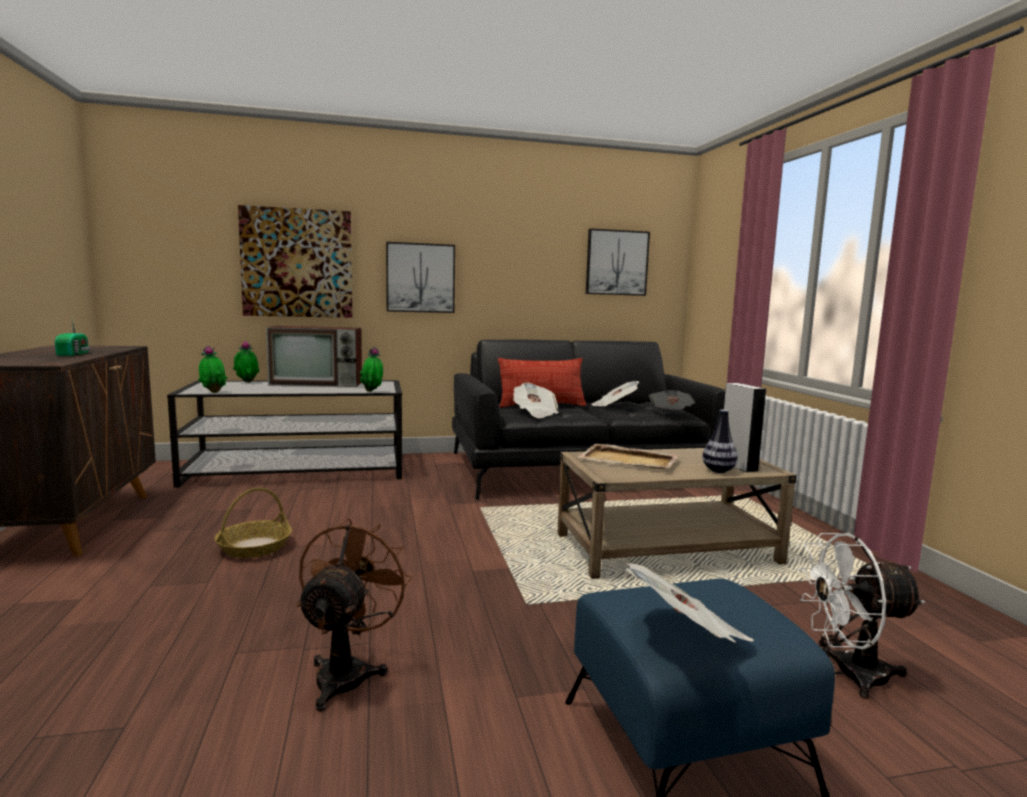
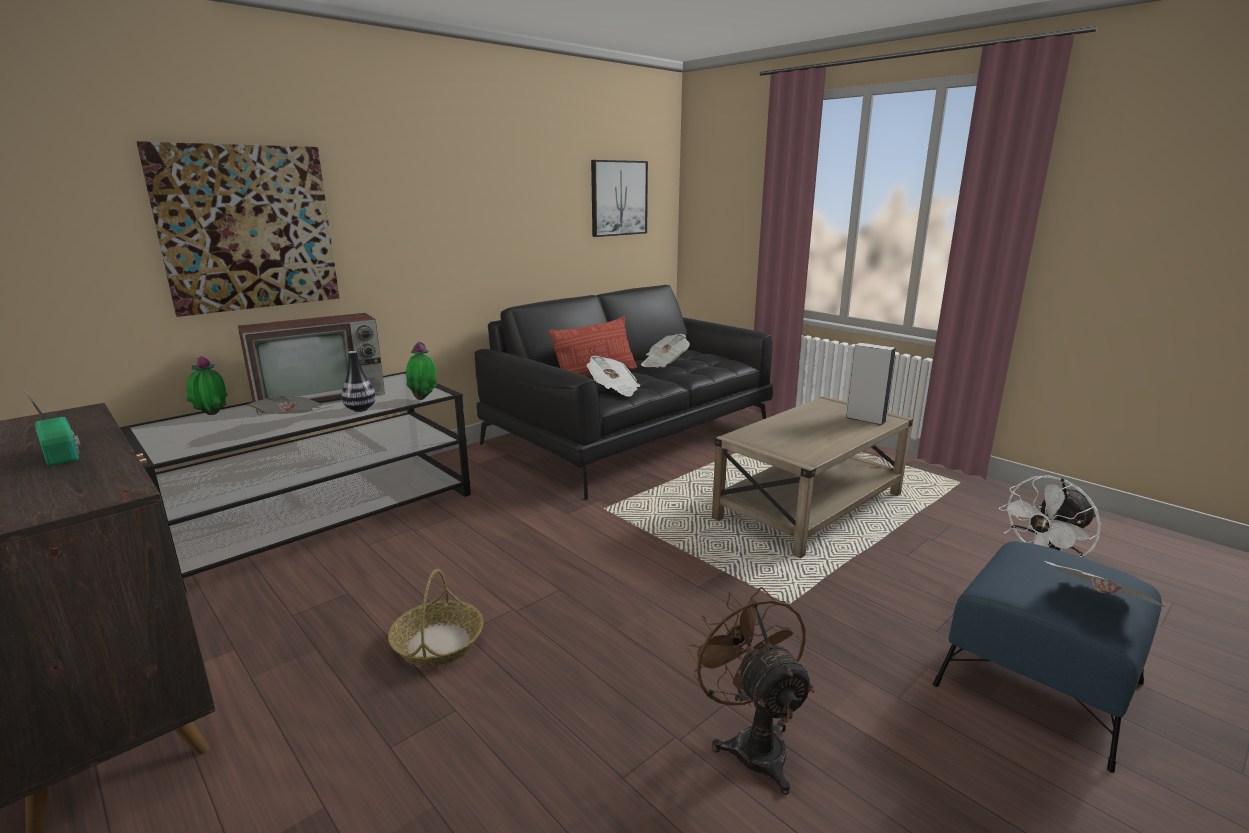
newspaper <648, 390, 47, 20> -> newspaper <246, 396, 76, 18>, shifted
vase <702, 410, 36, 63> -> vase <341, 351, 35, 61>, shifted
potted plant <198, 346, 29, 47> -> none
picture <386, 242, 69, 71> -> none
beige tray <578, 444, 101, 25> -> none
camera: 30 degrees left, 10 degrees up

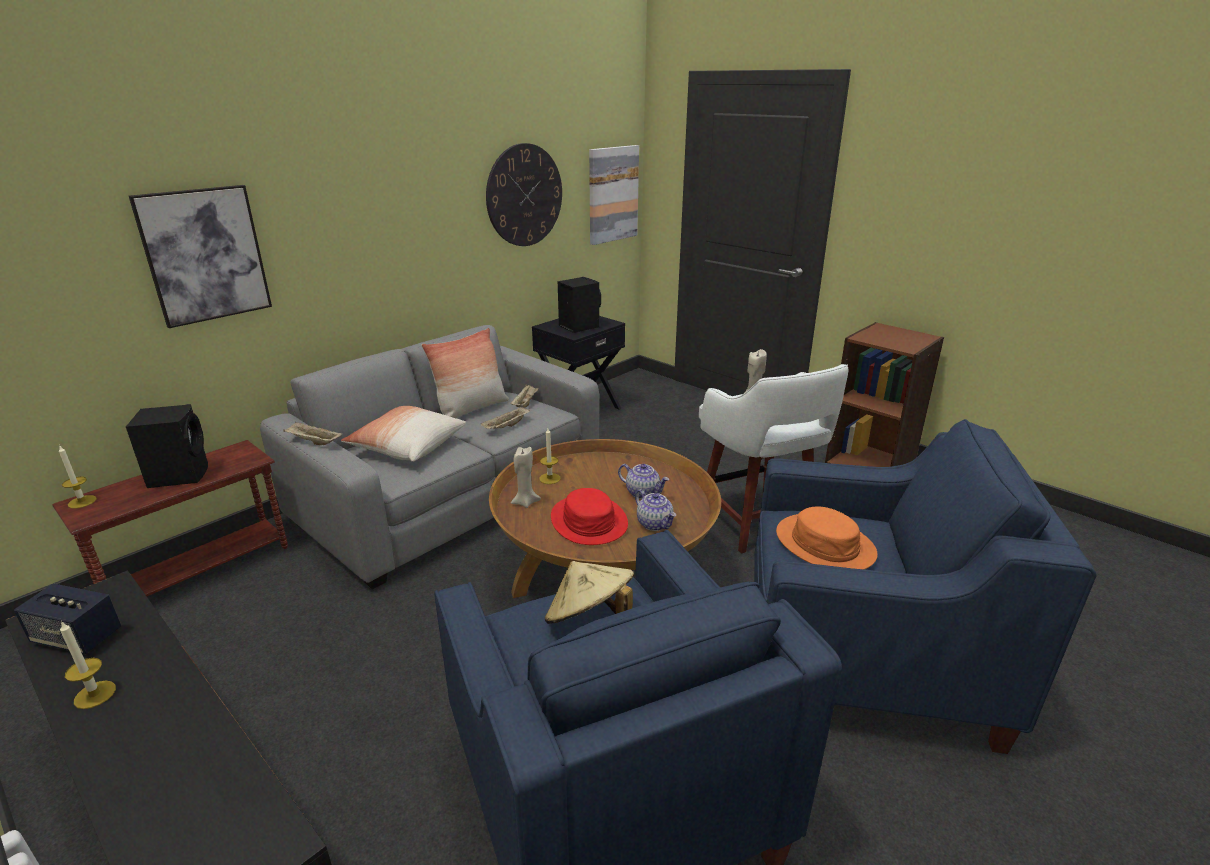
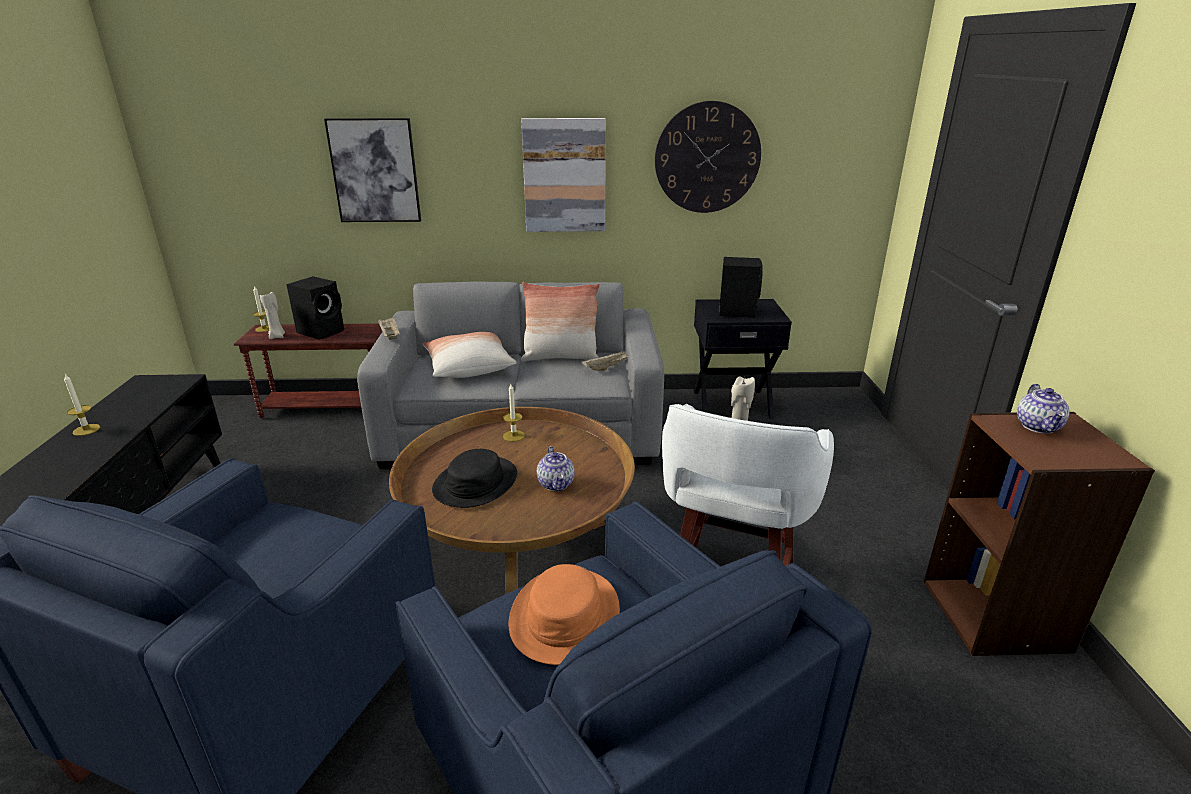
beige candle <511, 447, 30, 61> -> beige candle <260, 292, 25, 47>, shifted
red hat <551, 488, 77, 57> -> black hat <432, 449, 85, 59>
picture <589, 145, 50, 100> -> picture <521, 118, 85, 114>, shifted
teapot <635, 489, 41, 42> -> teapot <1017, 384, 52, 50>, shifted
speaker <14, 584, 107, 70> -> none
beige tray <481, 406, 49, 23> -> none
beige hat <545, 561, 89, 63> -> none
camera: 45 degrees right, 0 degrees up

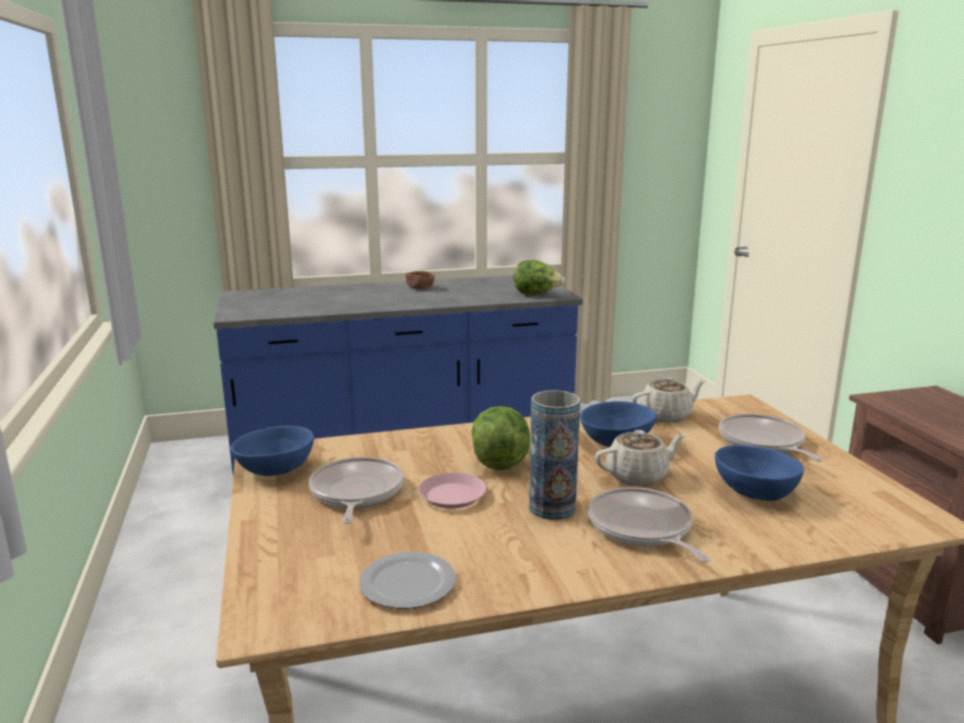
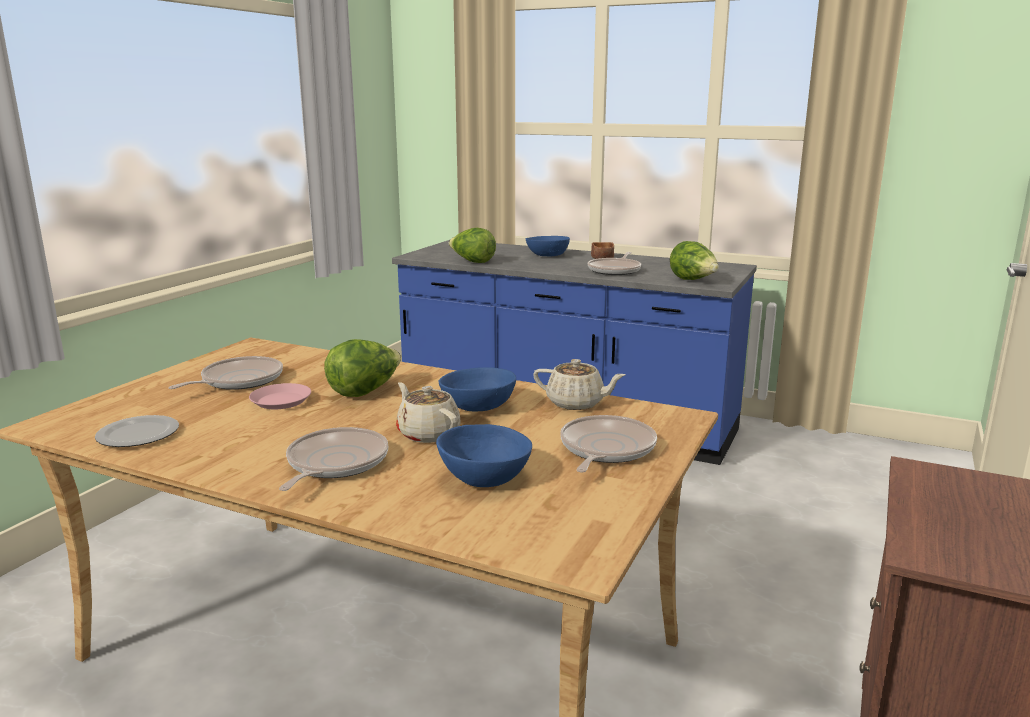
beige teapot <595, 430, 91, 56> -> beige teapot <396, 382, 65, 61>, 150 degrees counterclockwise
none -> lettuce <449, 228, 47, 35>
blue bowl <231, 426, 83, 50> -> blue bowl <526, 236, 44, 20>, shifted
none -> frying pan <588, 252, 53, 23>
vase <529, 390, 51, 130> -> none
camera: 40 degrees right, 0 degrees up

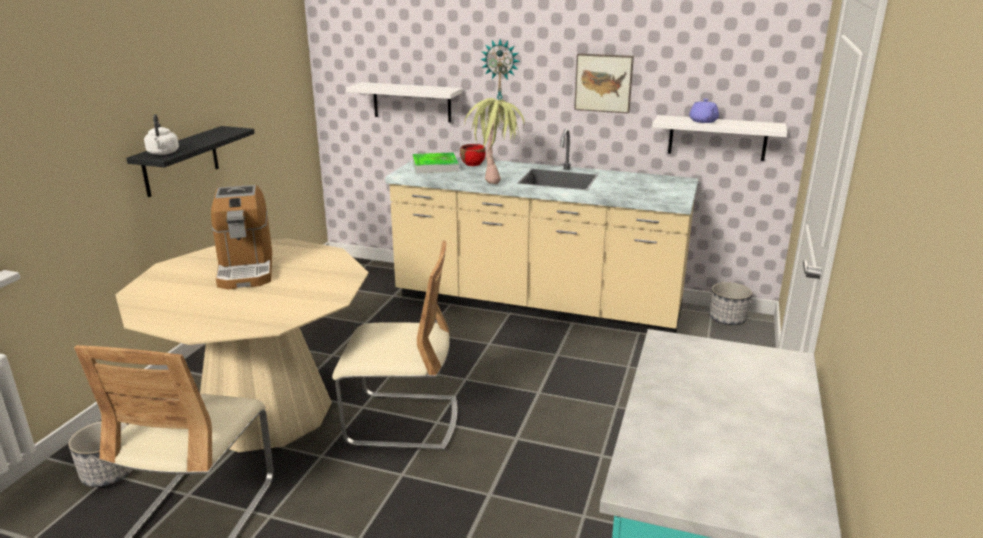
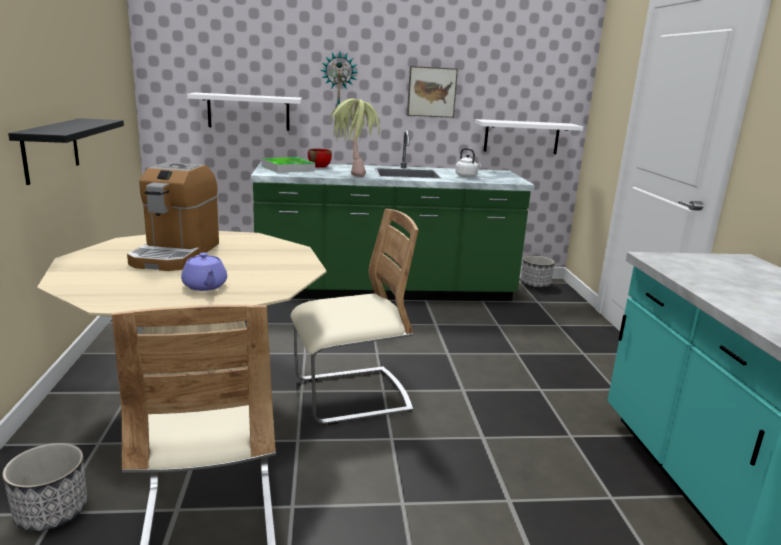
coffee machine <211, 185, 61, 104> -> coffee machine <127, 162, 92, 109>, 45 degrees clockwise
purple teapot <689, 98, 30, 25> -> purple teapot <181, 253, 46, 38>, shifted
beige counter <385, 129, 314, 204> -> green counter <251, 130, 284, 171>
white kettle <144, 114, 35, 41> -> white kettle <455, 148, 26, 29>, shifted
camera: 25 degrees left, 5 degrees down

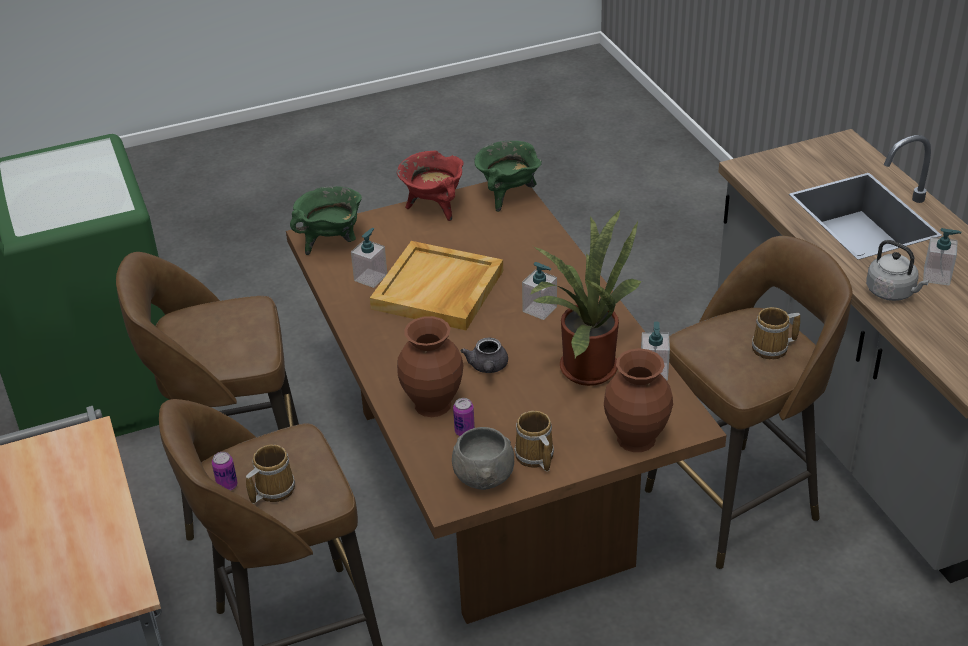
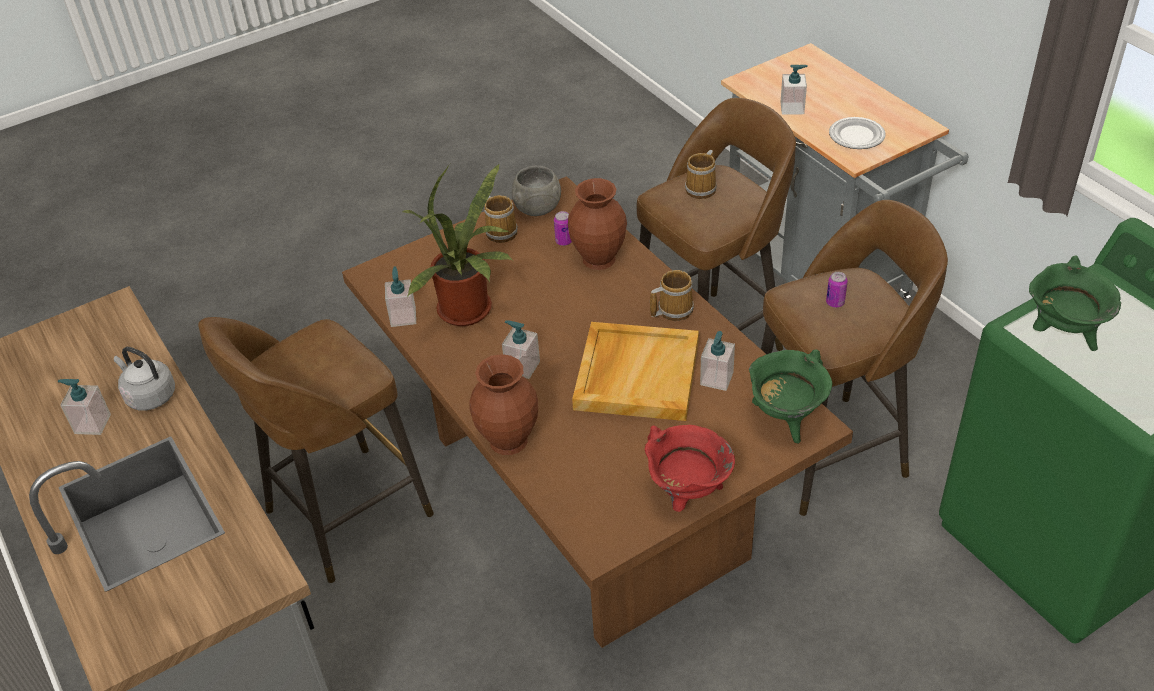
brown vase <604, 348, 69, 104> -> brown vase <470, 354, 68, 101>, shifted
mug <752, 307, 48, 53> -> mug <650, 270, 44, 51>, shifted
none -> soap dispenser <780, 65, 28, 50>
can <212, 452, 26, 39> -> can <826, 272, 22, 36>, shifted
none -> plate <829, 117, 56, 32>
green cooking pot <474, 141, 68, 71> -> green cooking pot <1029, 255, 92, 96>, shifted
grey teapot <461, 338, 47, 35> -> none
camera: 170 degrees right, 5 degrees up

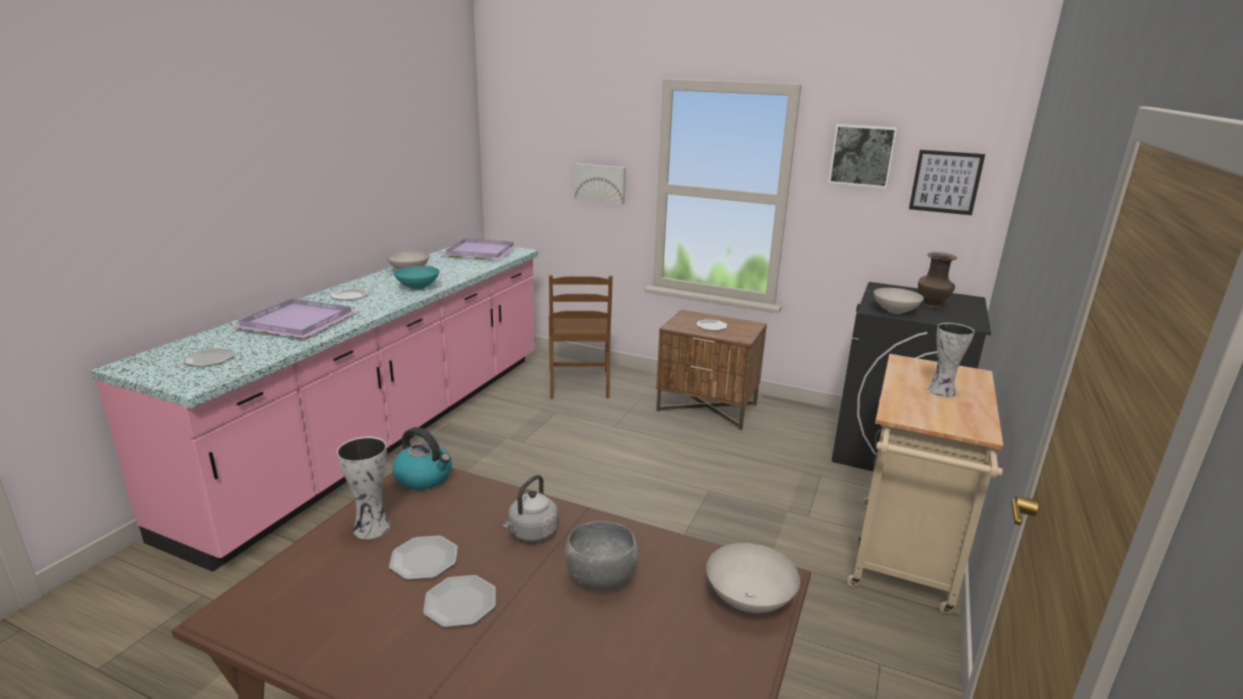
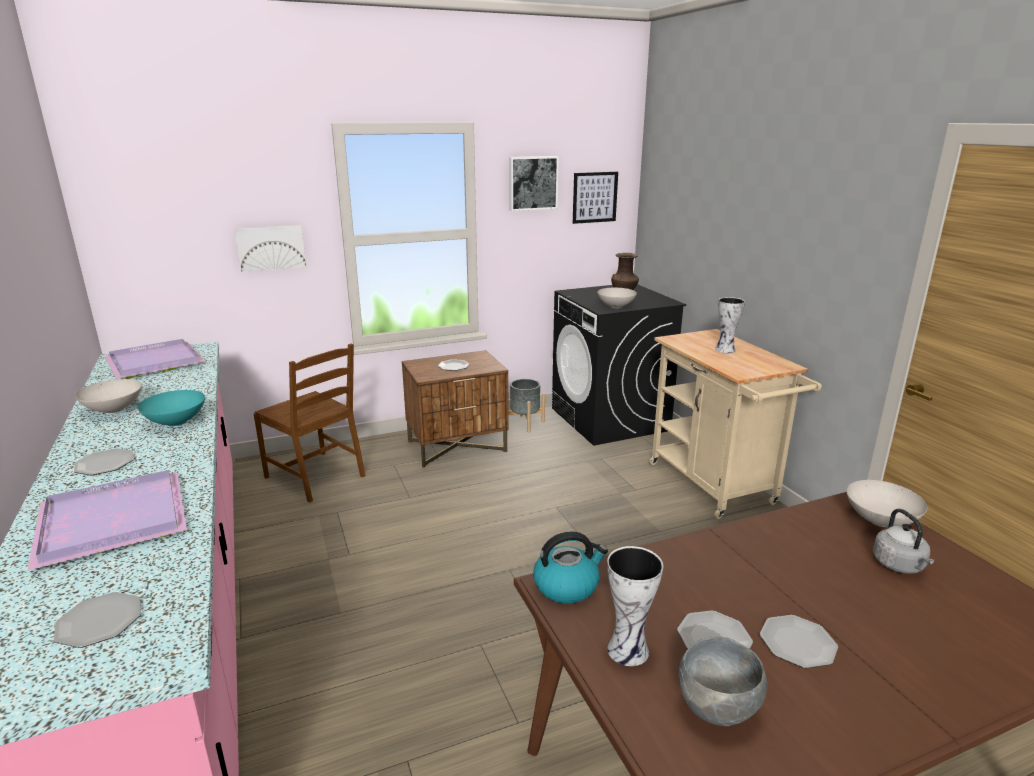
none -> grey planter <508, 379, 37, 53>
grey bowl <565, 521, 74, 69> -> grey bowl <679, 637, 88, 89>, shifted
grey kettle <503, 475, 55, 67> -> grey kettle <873, 509, 61, 65>, shifted
camera: 45 degrees left, 0 degrees up

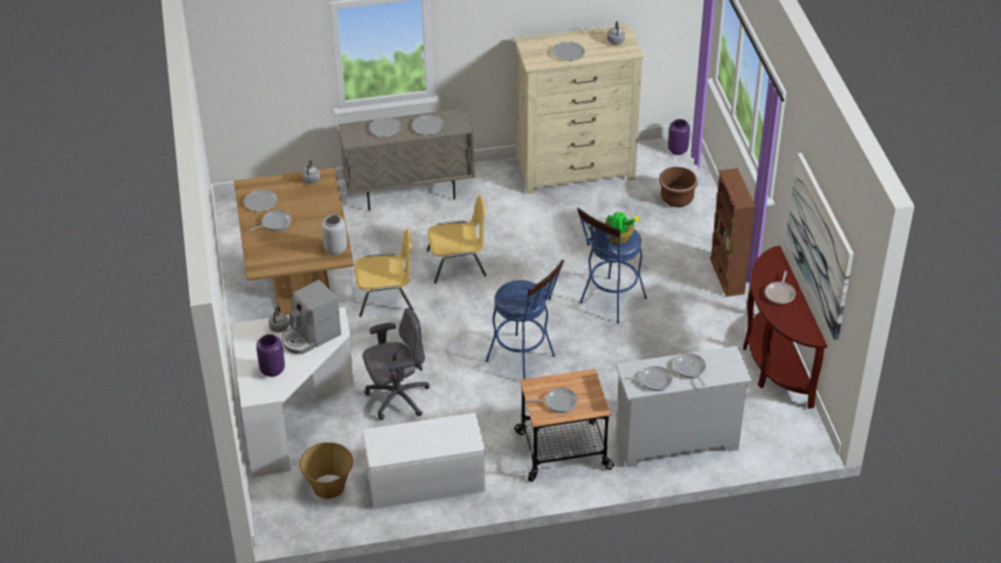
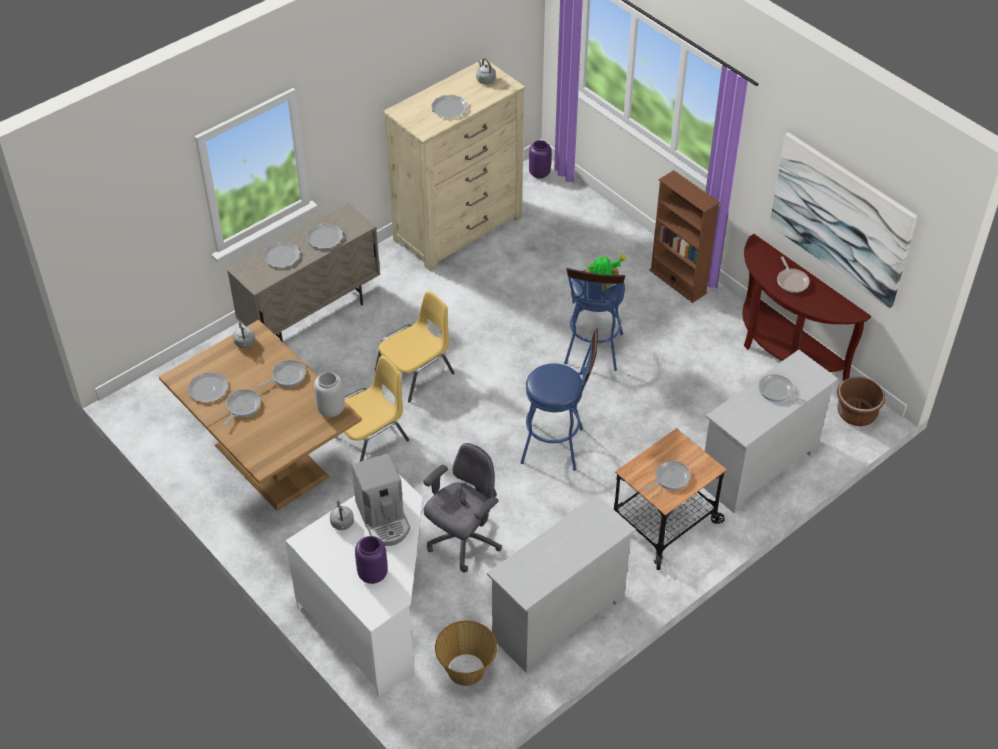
frying pan <624, 366, 49, 25> -> frying pan <258, 360, 48, 27>, shifted
coffee machine <282, 280, 59, 74> -> coffee machine <352, 453, 58, 93>, 45 degrees counterclockwise
white bench <362, 413, 123, 96> -> white dresser <487, 495, 149, 178>
brown planter <659, 167, 39, 40> -> brown planter <837, 377, 48, 49>, shifted
camera: 30 degrees left, 5 degrees up

